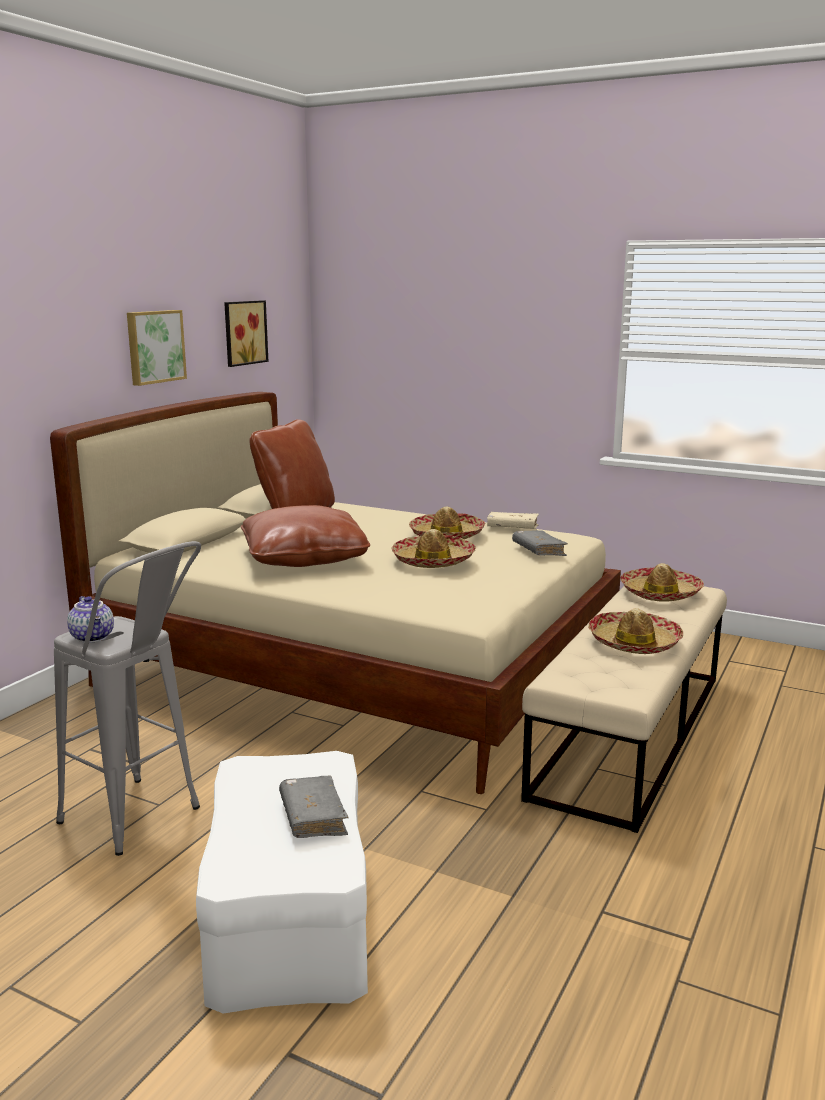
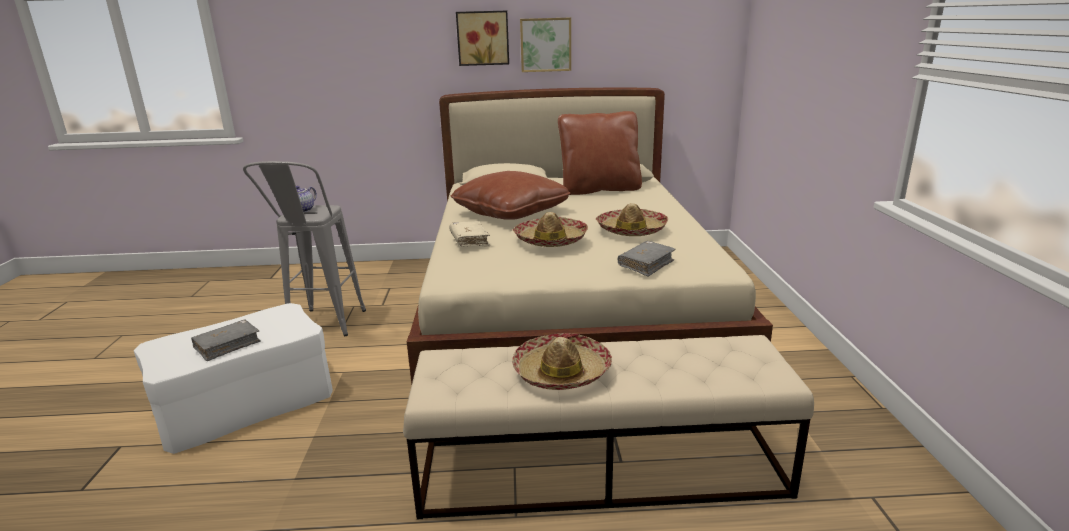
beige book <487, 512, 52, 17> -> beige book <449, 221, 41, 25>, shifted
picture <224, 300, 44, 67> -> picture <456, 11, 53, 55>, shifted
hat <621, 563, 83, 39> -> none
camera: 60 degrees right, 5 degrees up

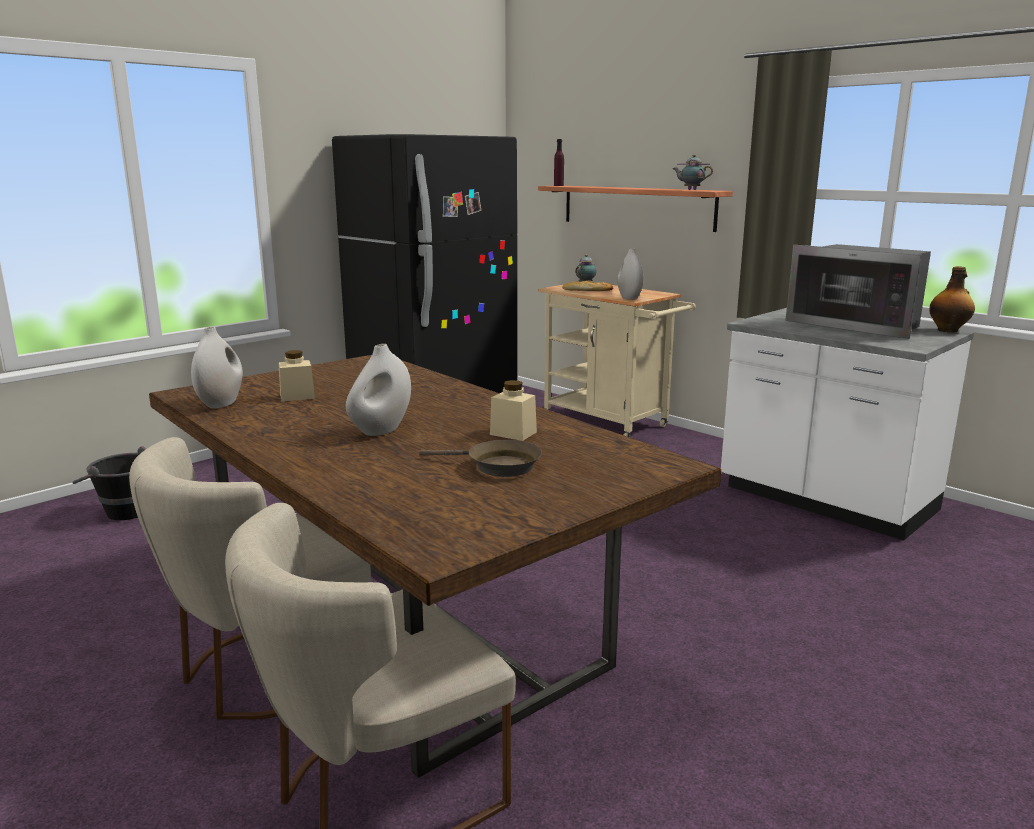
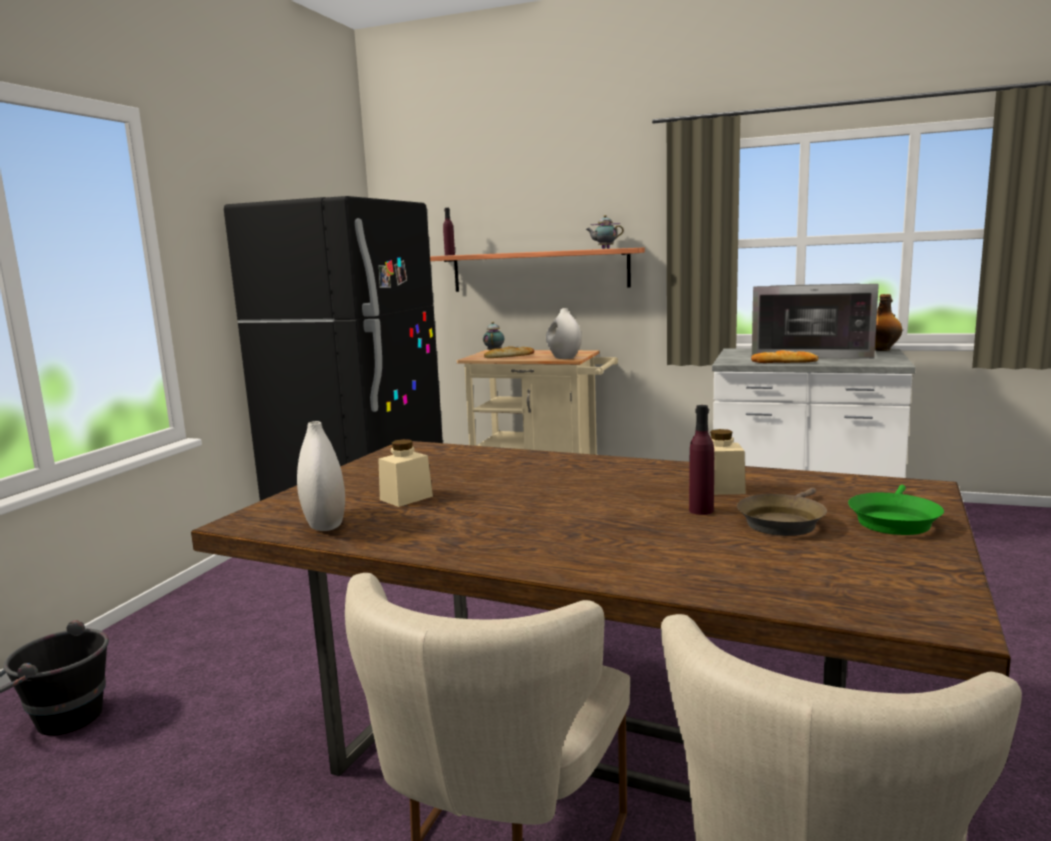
none -> purple bottle <689, 405, 25, 110>
brown frying pan <419, 440, 123, 37> -> brown frying pan <737, 488, 90, 48>, 135 degrees clockwise
none -> bread <751, 350, 67, 13>
none -> green frying pan <848, 485, 96, 50>
white vase <346, 344, 65, 92> -> none
camera: 25 degrees left, 5 degrees down

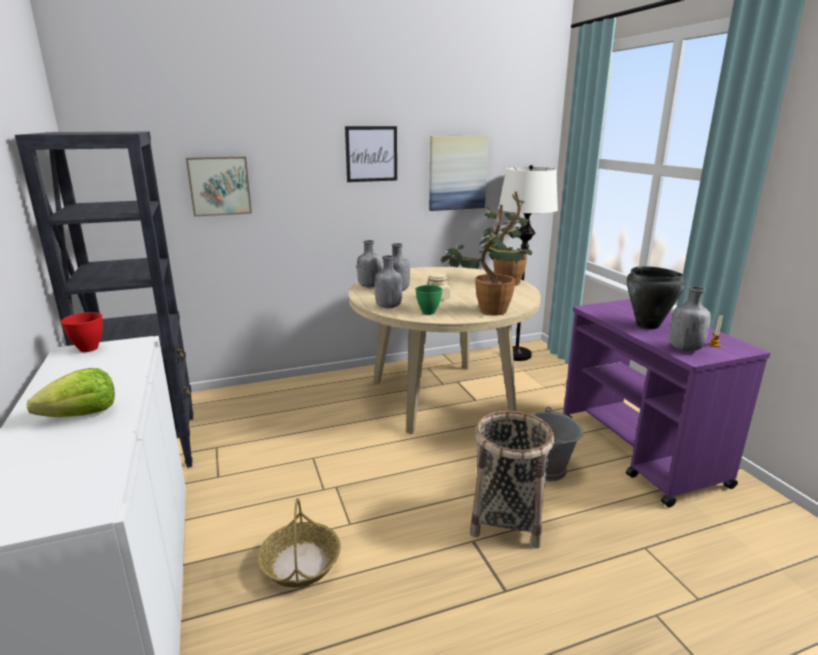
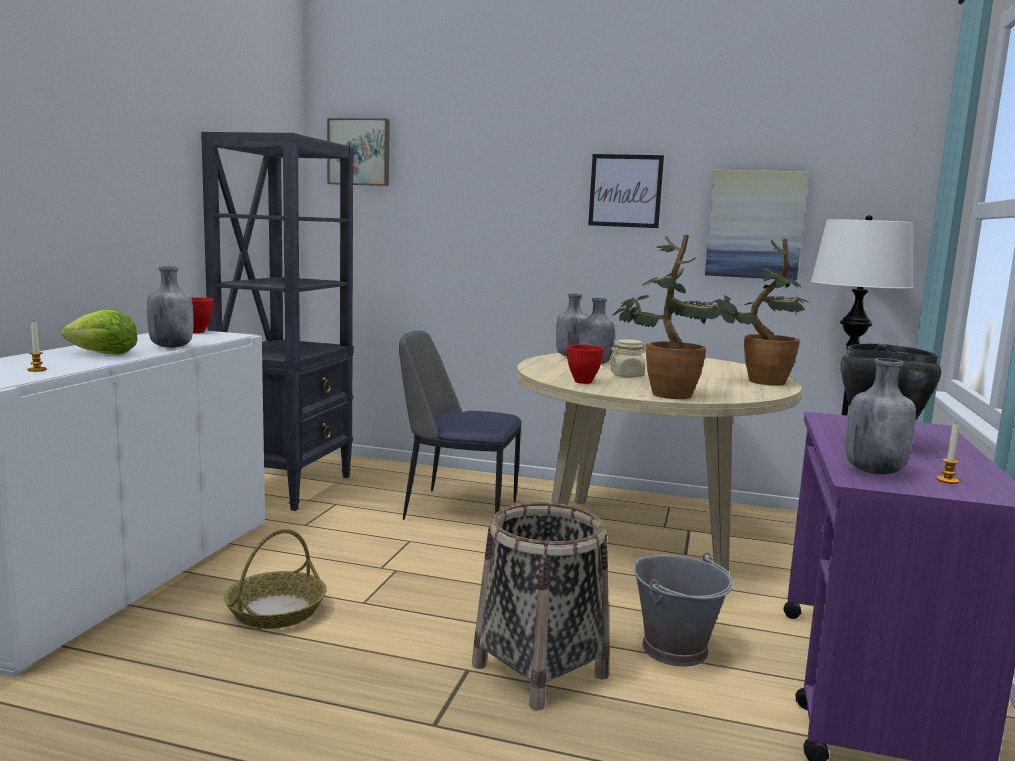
none -> candle <28, 322, 19, 50>
grey bottle <375, 255, 27, 53> -> grey bottle <147, 267, 46, 81>, shifted
picture <186, 157, 66, 59> -> picture <327, 118, 63, 68>, shifted
none -> chair <399, 331, 123, 189>
green bowl <416, 285, 26, 30> -> red bowl <567, 344, 37, 40>
camera: 35 degrees right, 10 degrees down

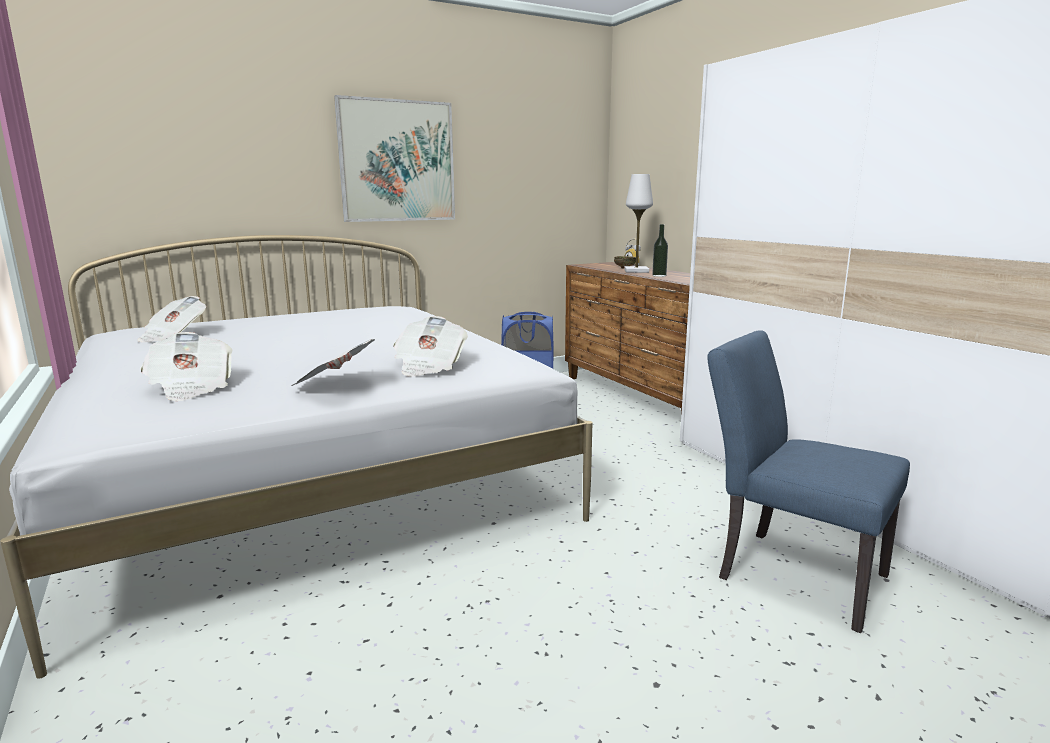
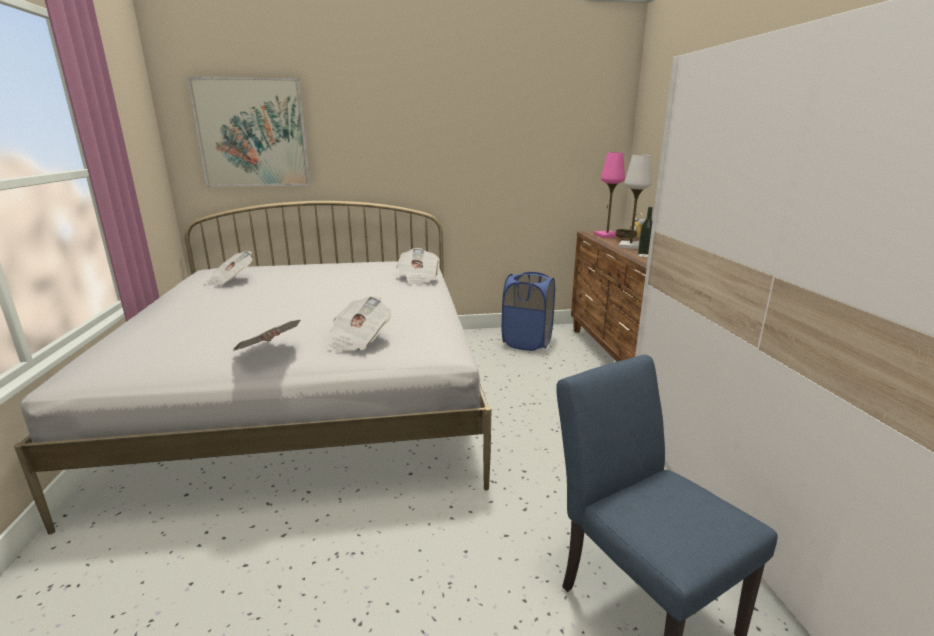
picture <334, 95, 121, 127> -> picture <187, 76, 124, 111>, shifted
newspaper <140, 332, 92, 69> -> newspaper <396, 248, 44, 37>, shifted
none -> pink table lamp <594, 152, 31, 86>
camera: 20 degrees right, 5 degrees up

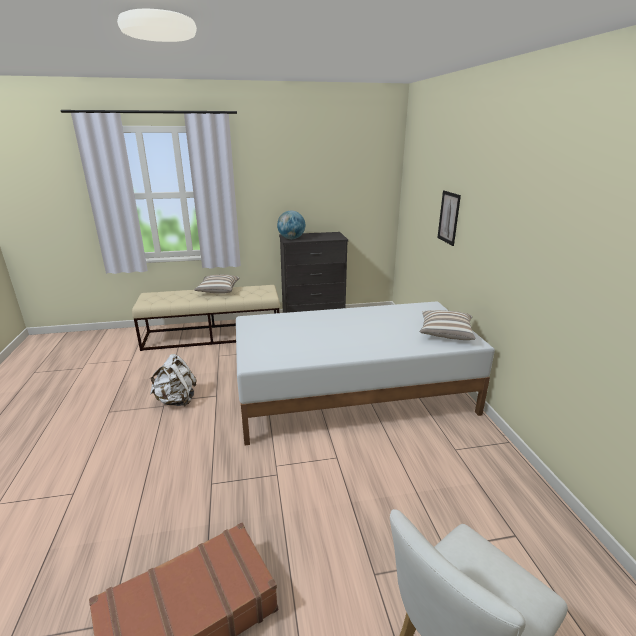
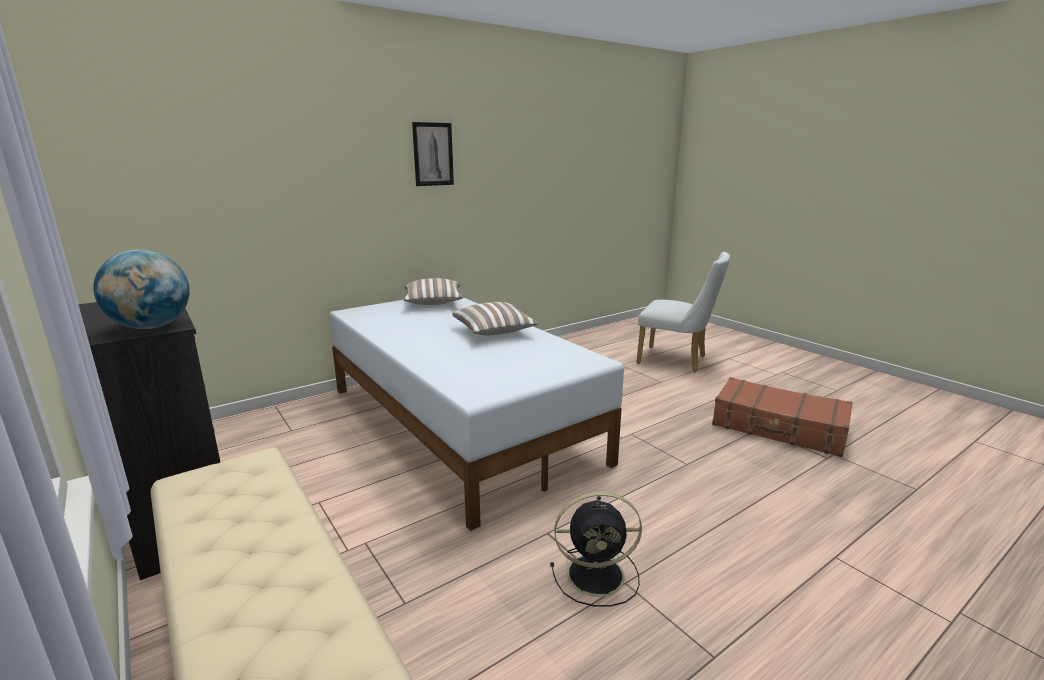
picture <437, 191, 24, 55> -> picture <412, 122, 42, 64>, shifted
pillow <194, 275, 45, 19> -> pillow <452, 302, 87, 33>, shifted
white backpack <150, 354, 47, 53> -> black fan <550, 492, 92, 114>
camera: 115 degrees left, 5 degrees down

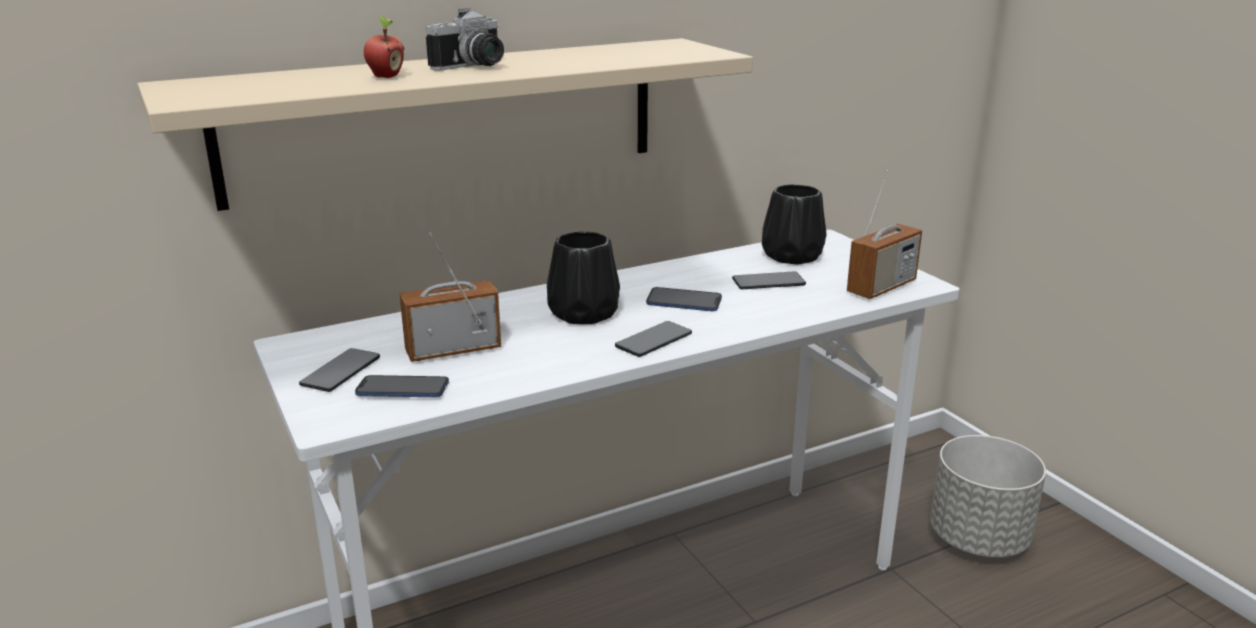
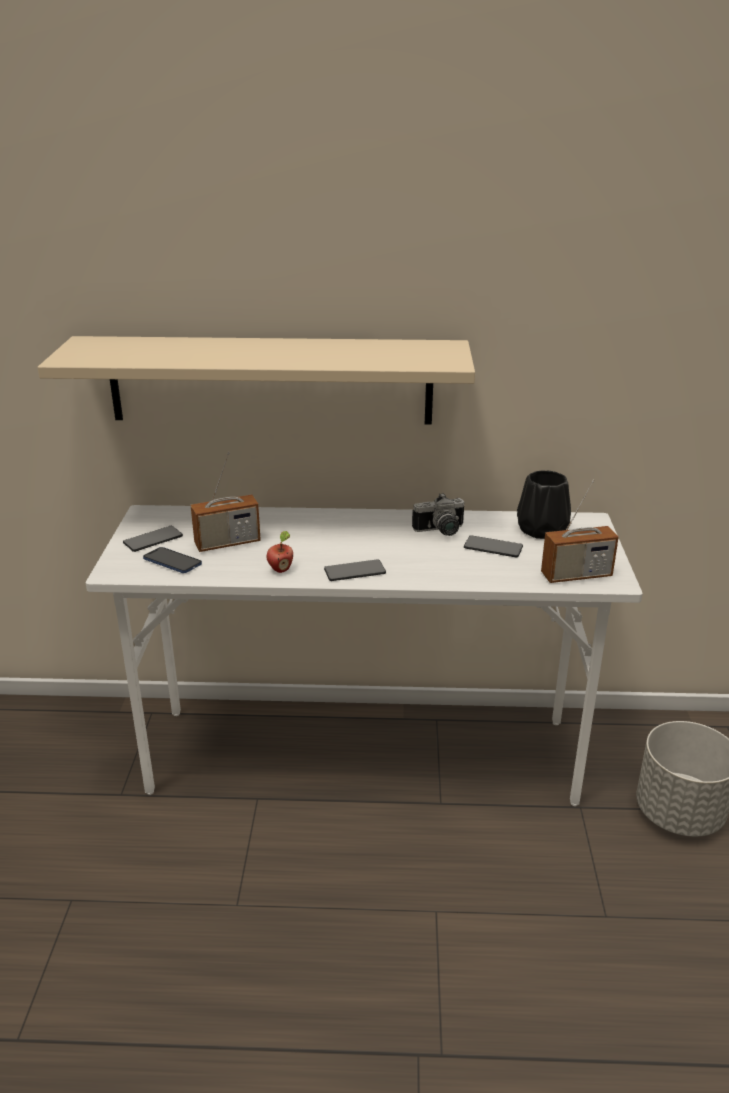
radio <399, 232, 102, 130> -> radio <191, 452, 70, 100>, 150 degrees clockwise
apple <364, 16, 40, 62> -> apple <266, 531, 27, 42>, shifted
photo camera <426, 8, 78, 63> -> photo camera <412, 493, 52, 43>, shifted
black vase <547, 231, 73, 93> -> none
phone <646, 287, 76, 24> -> none
camera: 30 degrees right, 5 degrees up

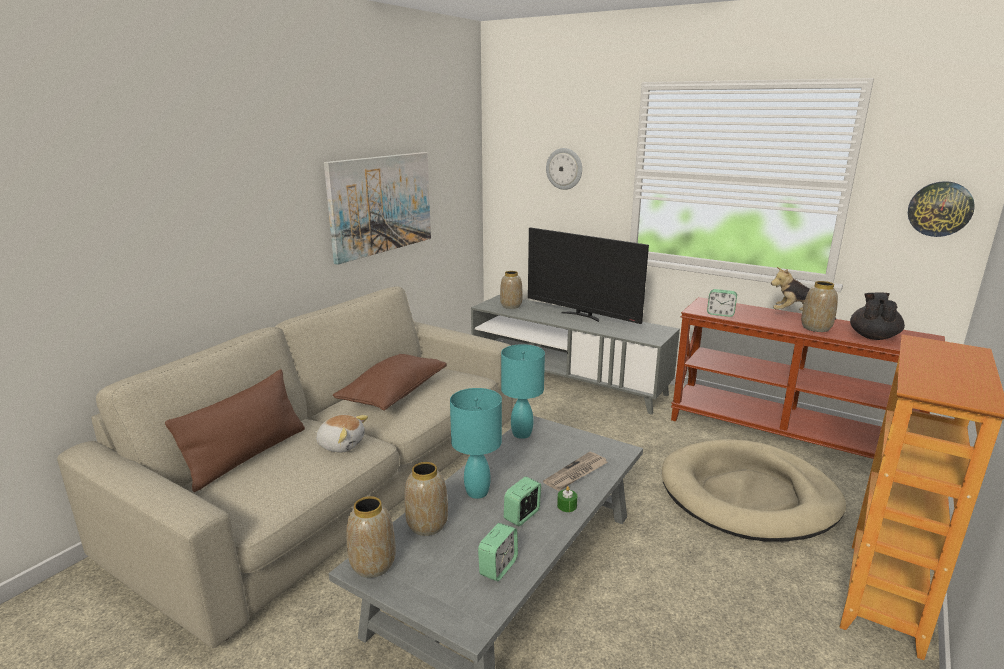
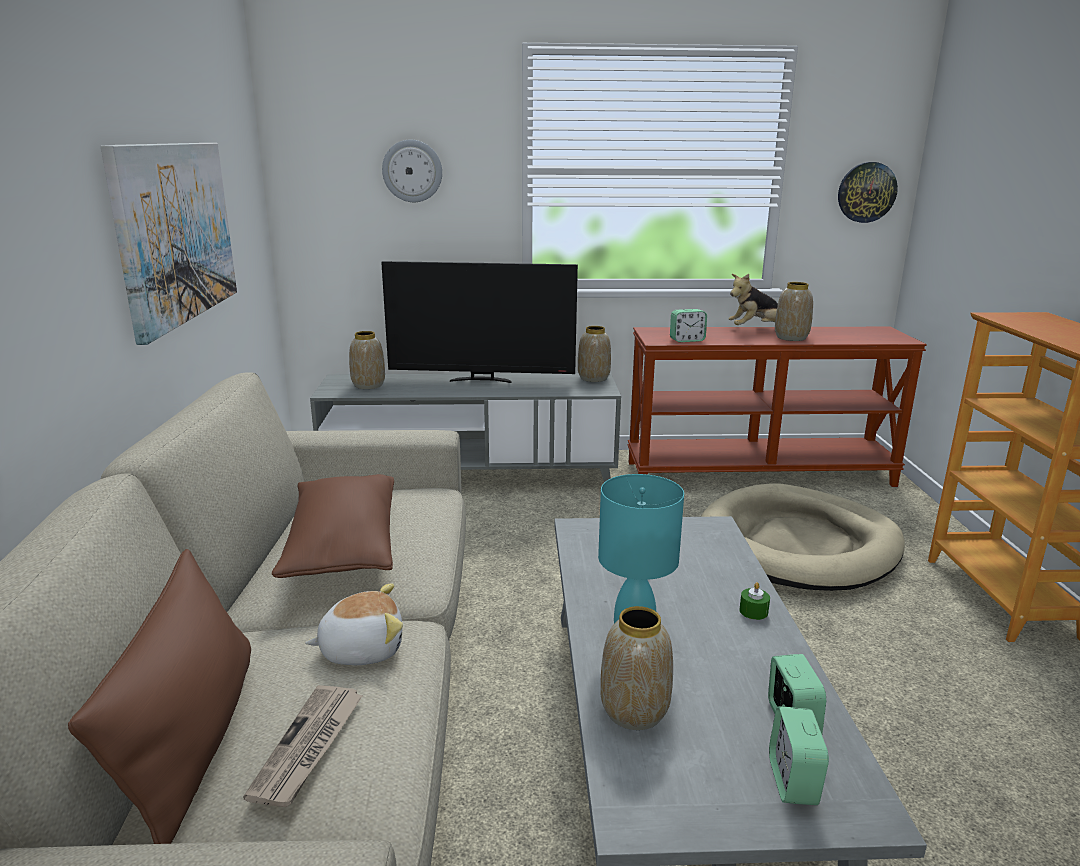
newspaper <543, 452, 65, 39> -> newspaper <243, 685, 120, 122>, shifted
vase <346, 496, 50, 82> -> vase <578, 326, 33, 56>, shifted
alarm clock <504, 477, 37, 49> -> alarm clock <769, 706, 60, 99>, shifted
turquoise table lamp <501, 344, 44, 95> -> none
black teapot <850, 293, 55, 47> -> none
camera: 35 degrees left, 0 degrees up

